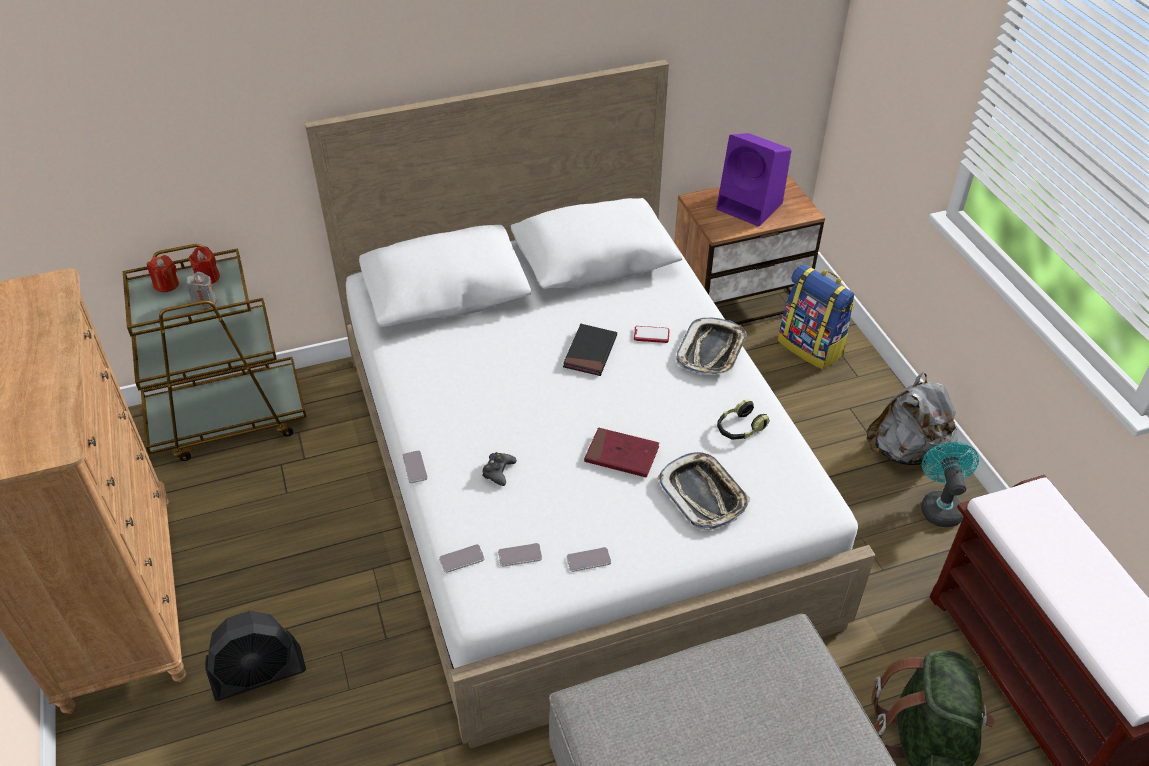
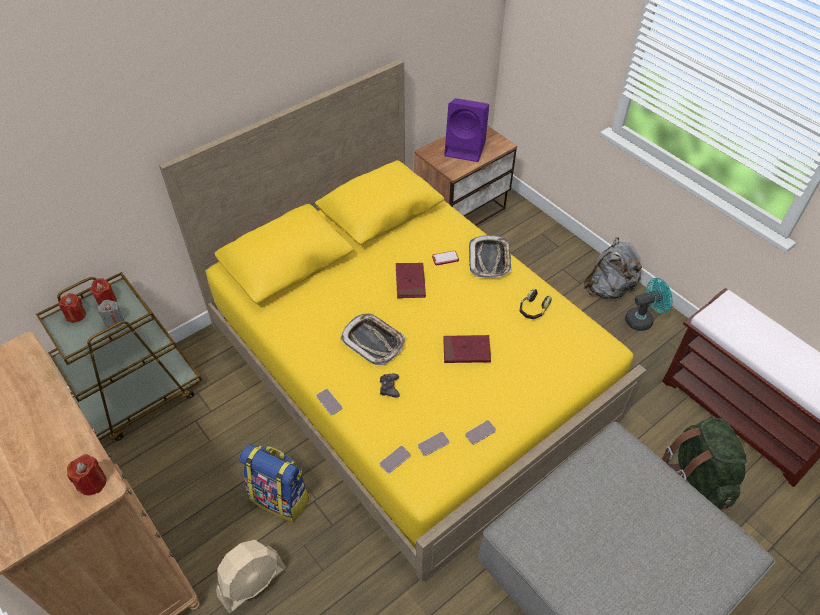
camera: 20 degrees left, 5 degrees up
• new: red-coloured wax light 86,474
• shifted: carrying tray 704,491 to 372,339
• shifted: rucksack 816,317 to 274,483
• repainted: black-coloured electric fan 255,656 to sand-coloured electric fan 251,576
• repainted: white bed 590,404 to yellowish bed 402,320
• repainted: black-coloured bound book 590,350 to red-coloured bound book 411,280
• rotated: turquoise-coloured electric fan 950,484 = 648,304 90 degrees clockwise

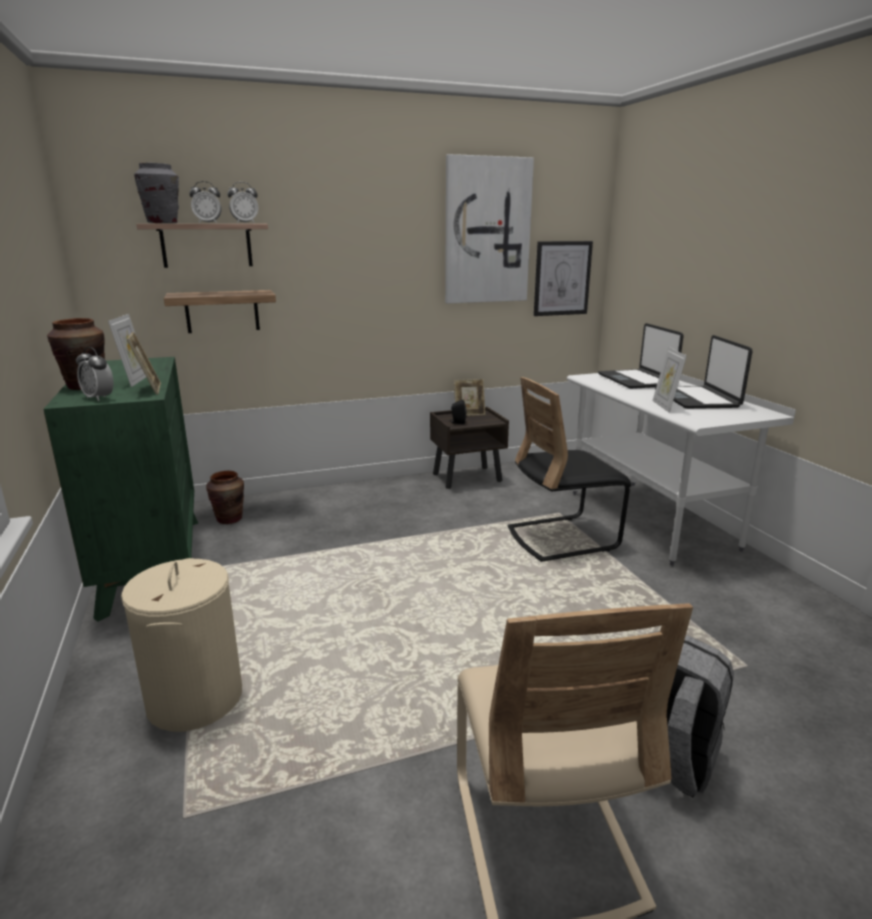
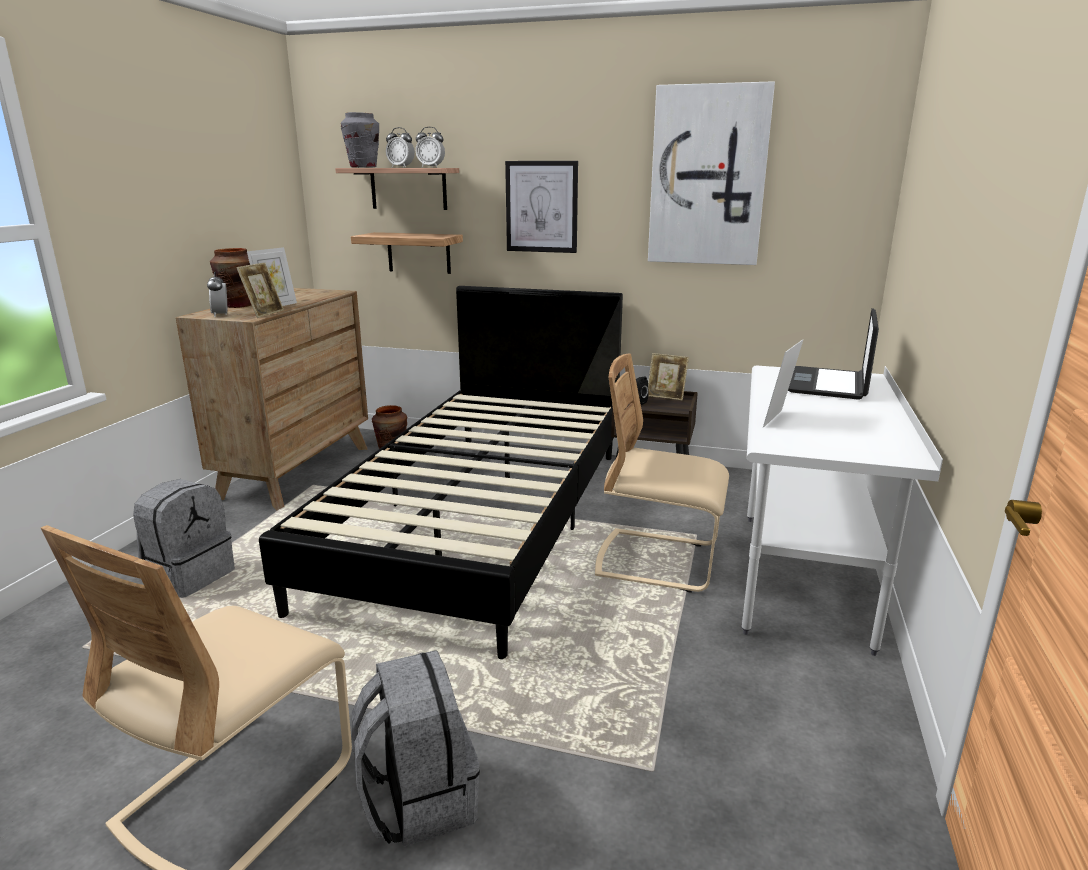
camera: 35 degrees right, 0 degrees up
• gone: portable computer 704,372
• new: black-coloured bed 441,472
• shifted: wall picture 563,278 to 541,207
• swapped: sand-coloured washing basket 181,645 to gray rucksack 184,538
• repainted: greenish dresser 121,489 to brownish dresser 272,399
• repainted: black-coloured upright chair 569,469 to sand-coloured upright chair 662,473

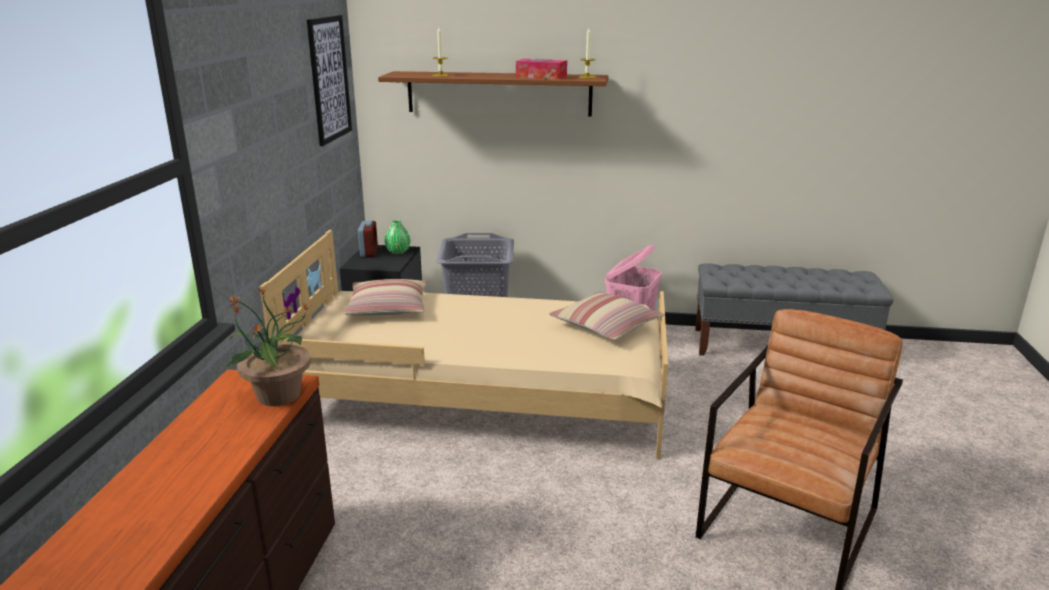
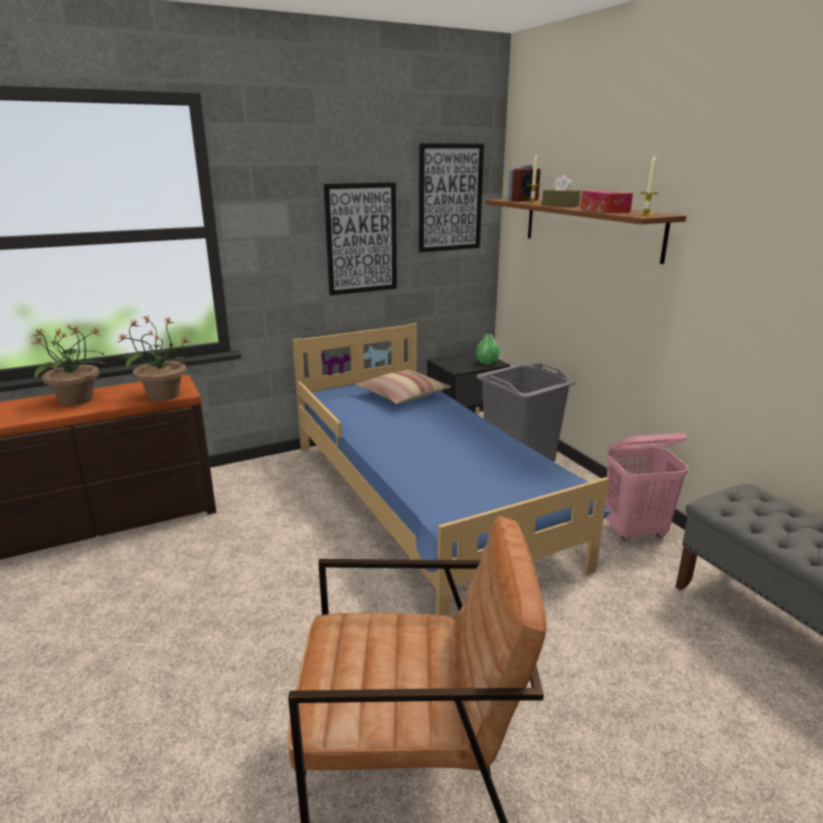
camera: 55 degrees right, 0 degrees up
• gone: pillow 607,315
• new: plant in a pot 68,365
• new: wall picture 360,238
• new: brownish tissue box 561,191
• shifted: alarm clock 368,239 to 524,183
• repainted: sand-coloured bed 464,344 to blue bed 451,469

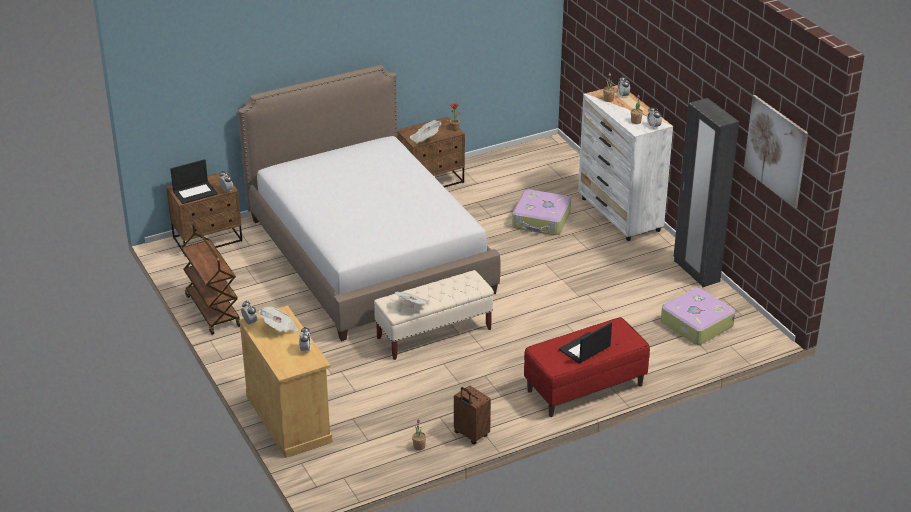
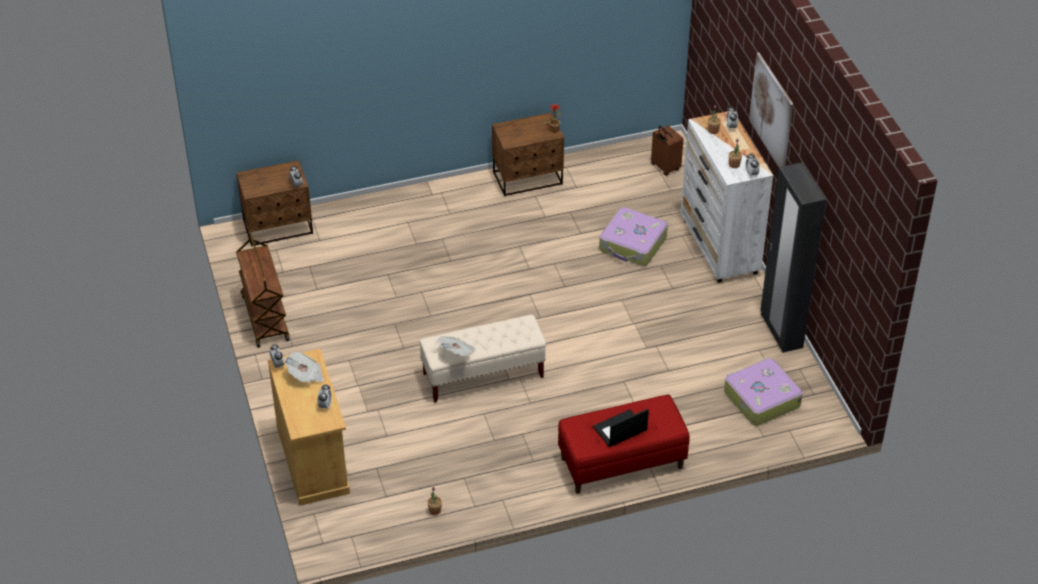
camera: 10 degrees right, 10 degrees up
• gone: portable computer 194,181
• gone: bed 369,203
• gone: daily paper 425,132
• shifted: brownish piece of luggage 472,414 to 667,150
• shifted: wall picture 776,151 to 771,110

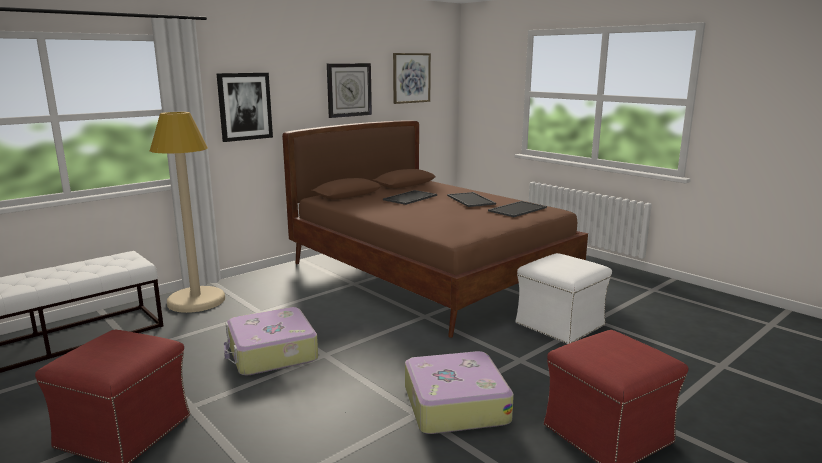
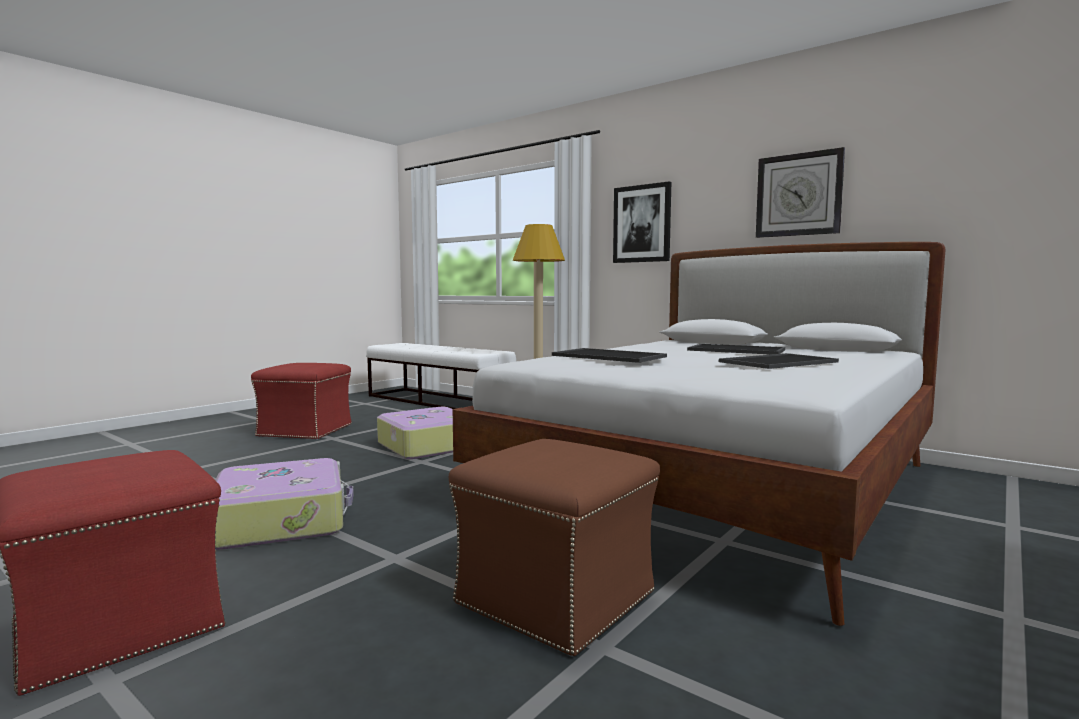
camera: 80 degrees right, 10 degrees down
• gone: wall picture 412,78
• shifted: carrying tray 517,209 to 609,355
• repainted: brownish bed 435,229 to white bed 699,434
• repainted: white footrest 563,298 to brownish footrest 554,547

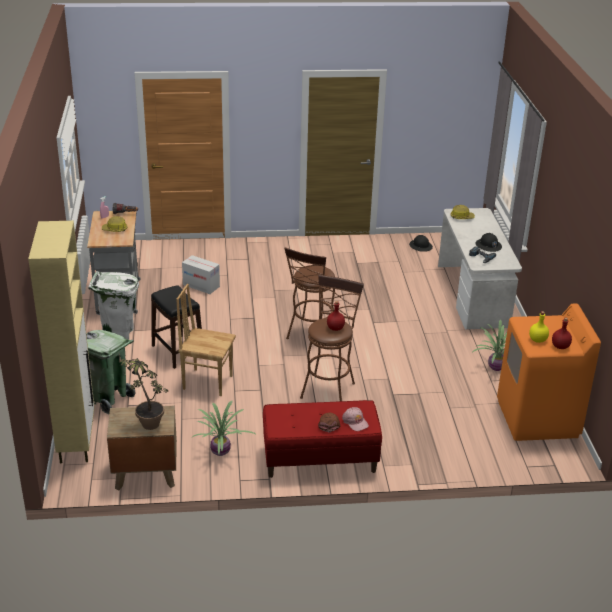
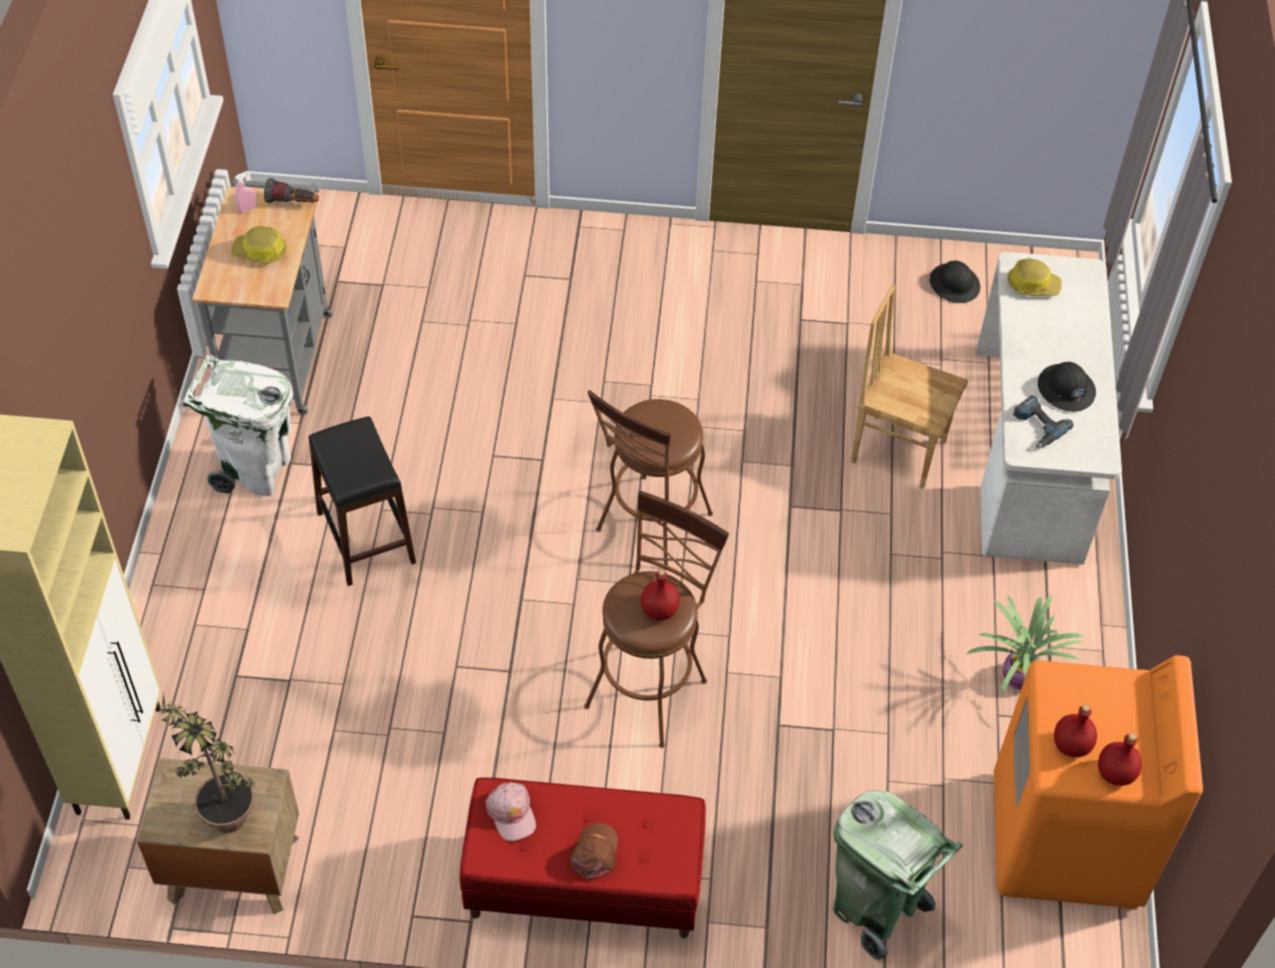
camera: 10 degrees right, 20 degrees up
• gone: carton 201,274
• gone: plant in a pot 224,428
• shifted: greenish waste bin 111,372 to 898,876
• shifted: brownish upright chair 206,340 to 909,386
• shifted: pinkish cap 355,419 to 511,811
• repainted: yellowish beverage bottle 539,327 to red-coloured beverage bottle 1075,730

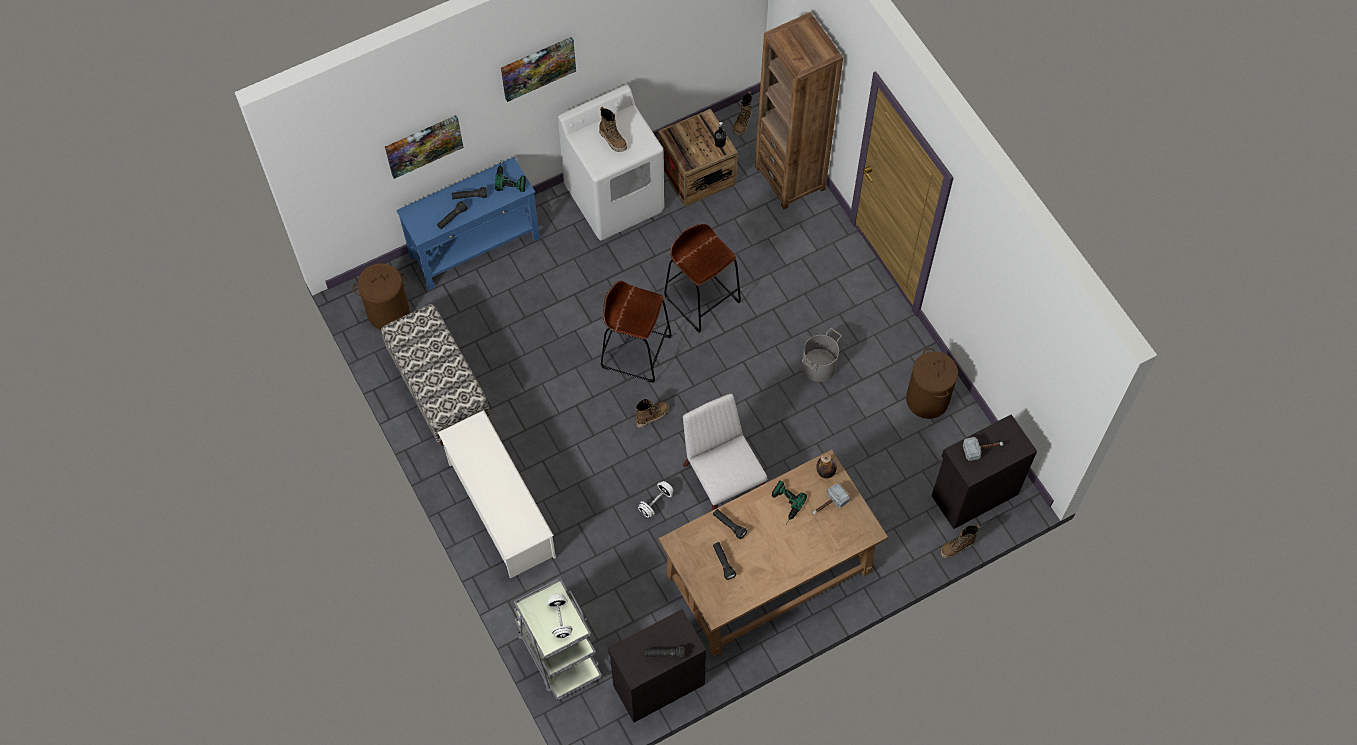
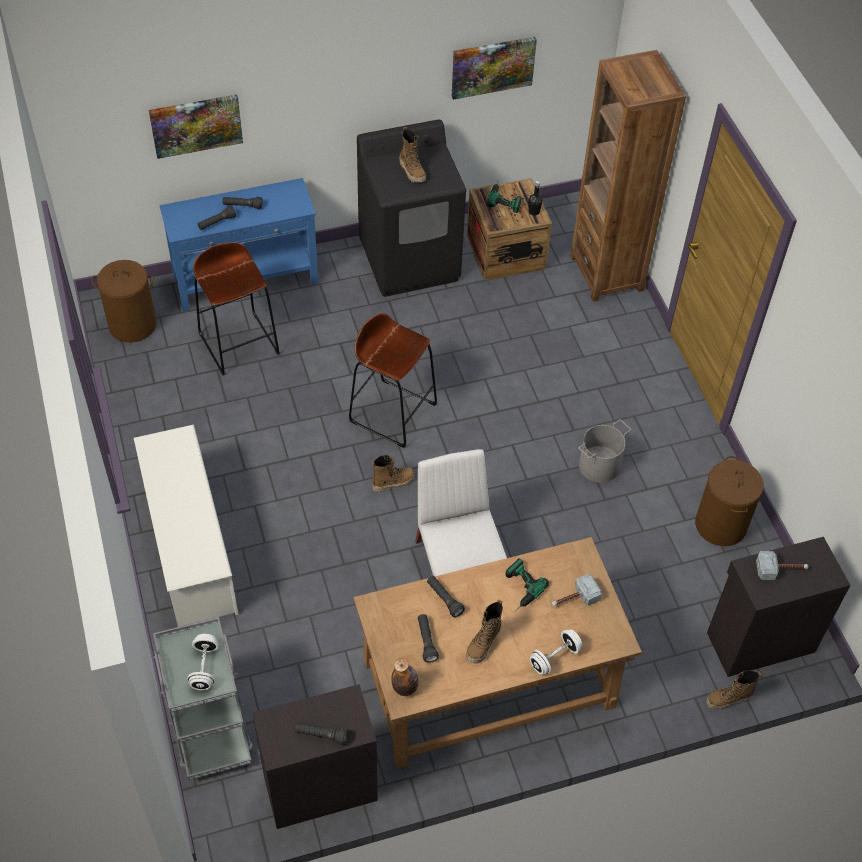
camera: 10 degrees right, 10 degrees down
• gone: long seat 436,375
• shifted: power drill 510,178 to 504,197
• shifted: wall picture 538,69 to 494,68
• shifted: white dumbbell 656,499 to 556,652
• shifted: brownish sitting stool 702,277 to 236,308
• shifted: high-top boot 742,113 to 484,631
• shifted: beverage bottle 826,465 to 405,677
• repainted: white washing machine 611,162 to black-coloured washing machine 411,208

